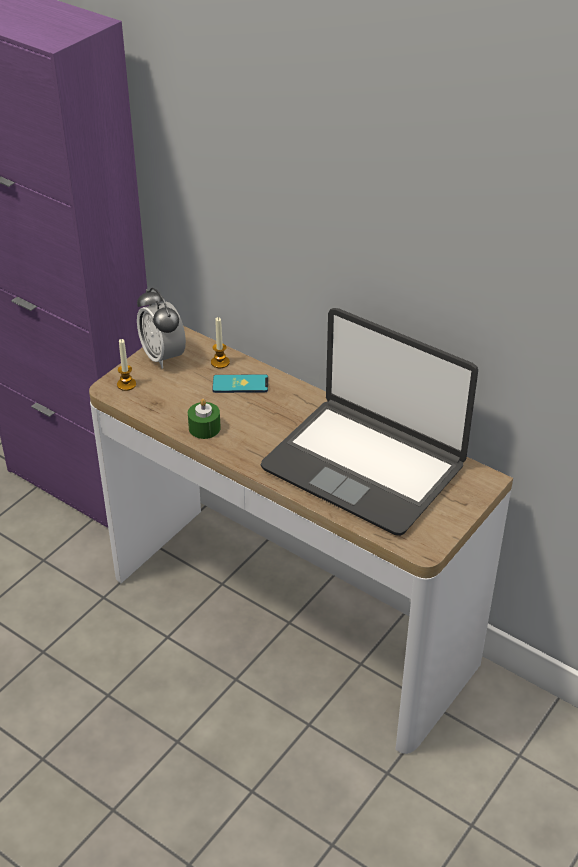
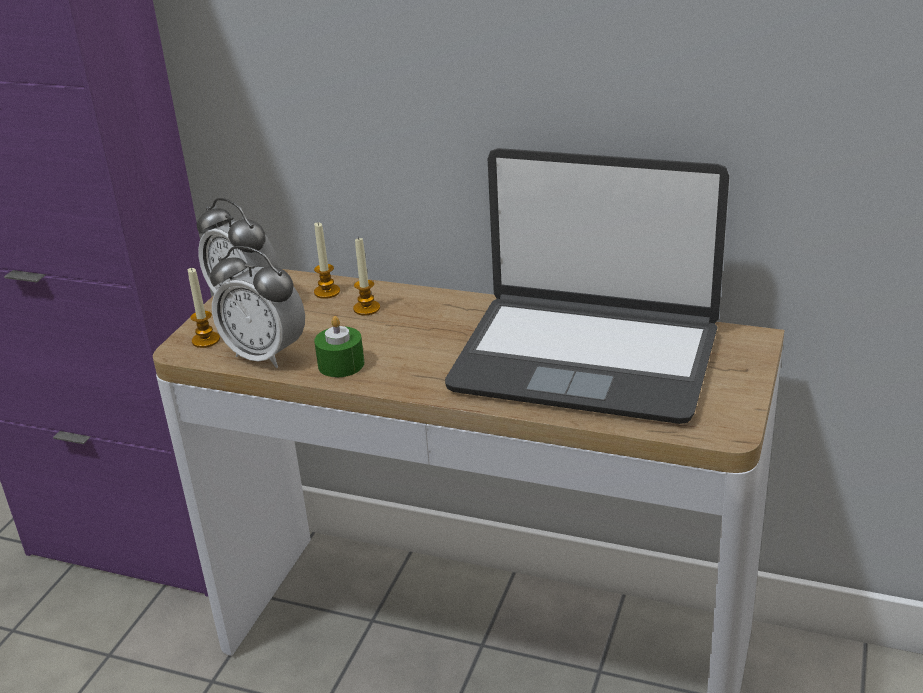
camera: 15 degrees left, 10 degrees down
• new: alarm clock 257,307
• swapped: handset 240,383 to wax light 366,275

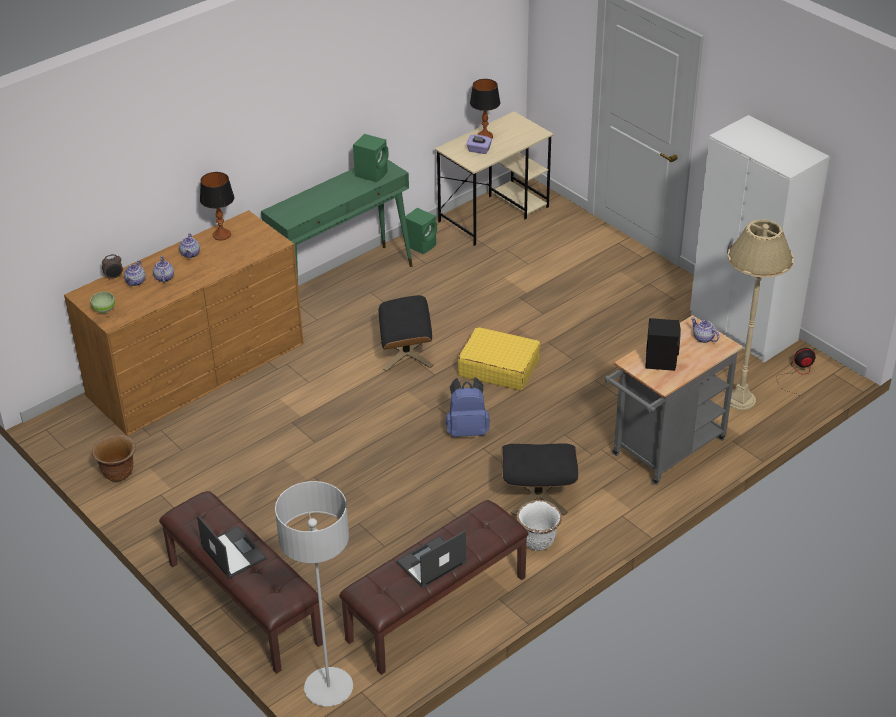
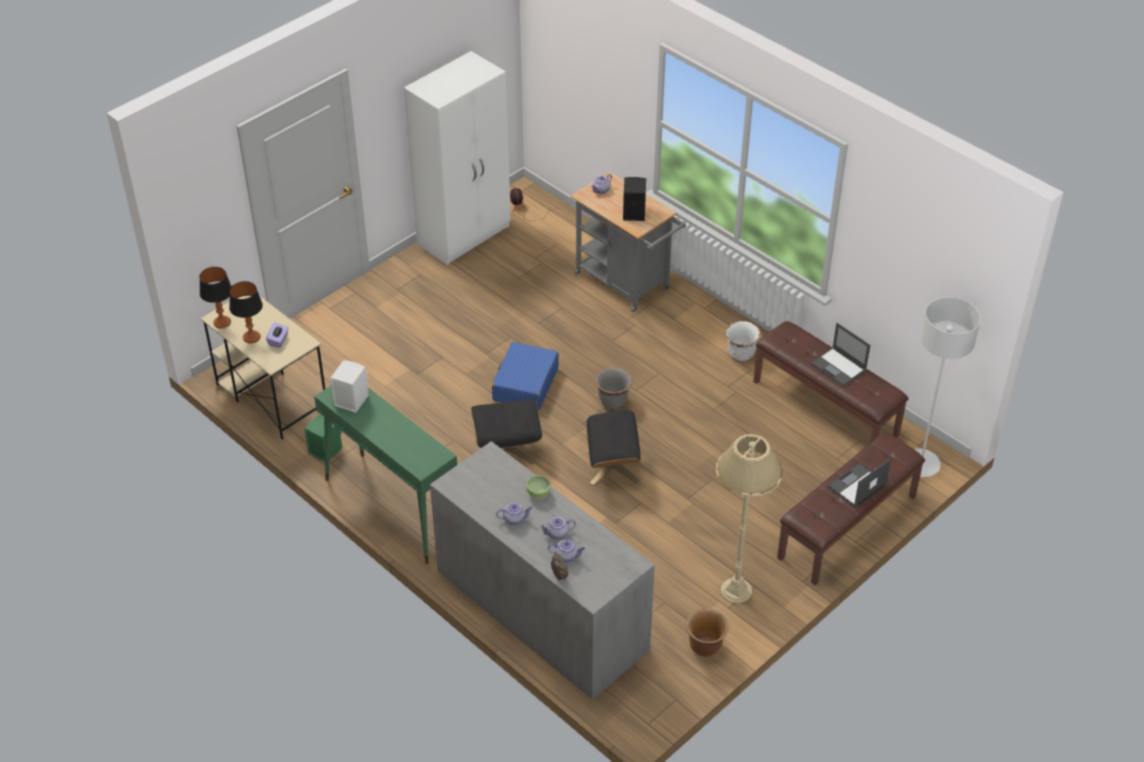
camera: 95 degrees left, 5 degrees up
• shifted: greenish serving bowl 102,302 to 538,486
• shifted: table lamp 217,206 to 216,298
• shifted: black-coloured footrest 540,479 to 613,448
• shifted: sand-coloured standard lamp 760,314 to 749,518
• swapped: blue rucksack 468,407 to gray plant pot 614,388
• repainted: brownish dresser 184,323 to gray dresser 542,570
• repainted: greenish loudspeaker 371,158 to white loudspeaker 350,386
• repainted: yellowish piece of luggage 499,359 to blue piece of luggage 525,376

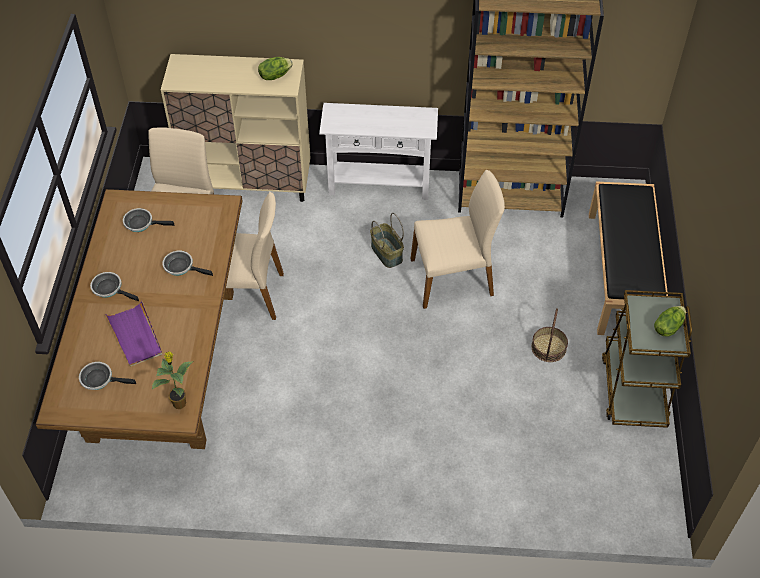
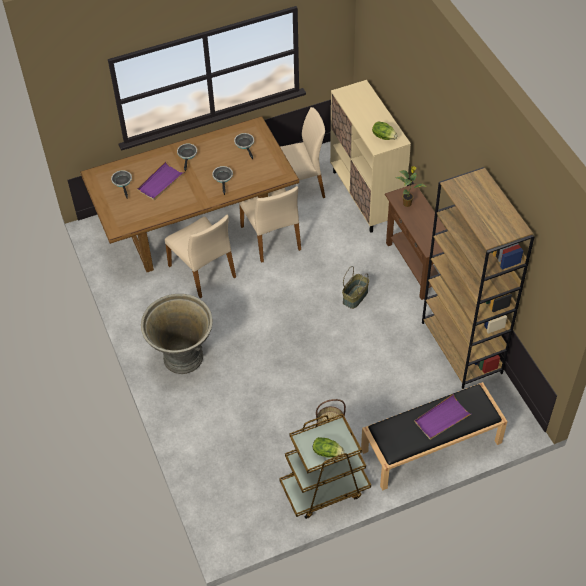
camera: 65 degrees right, 0 degrees up
• new: gray plant pot 177,334
• new: purplish carrying tray 442,417
• shifted: plant in a pot 172,380 to 411,186
• shifted: sand-coloured upright chair 458,239 to 200,256
• repainted: white hall table 378,151 to brownish hall table 415,241

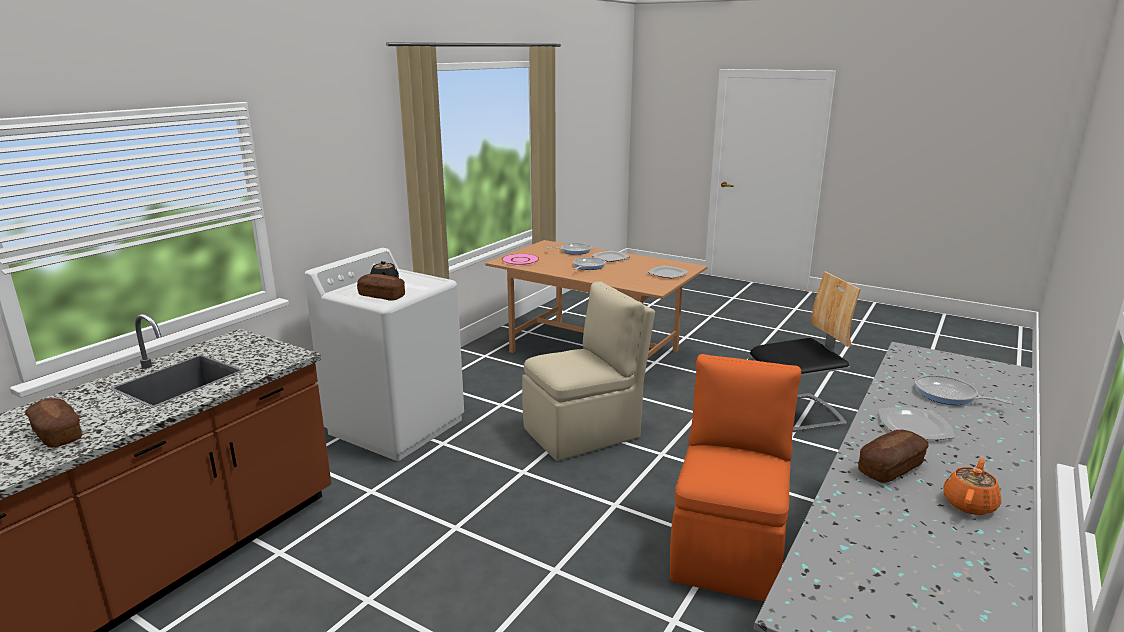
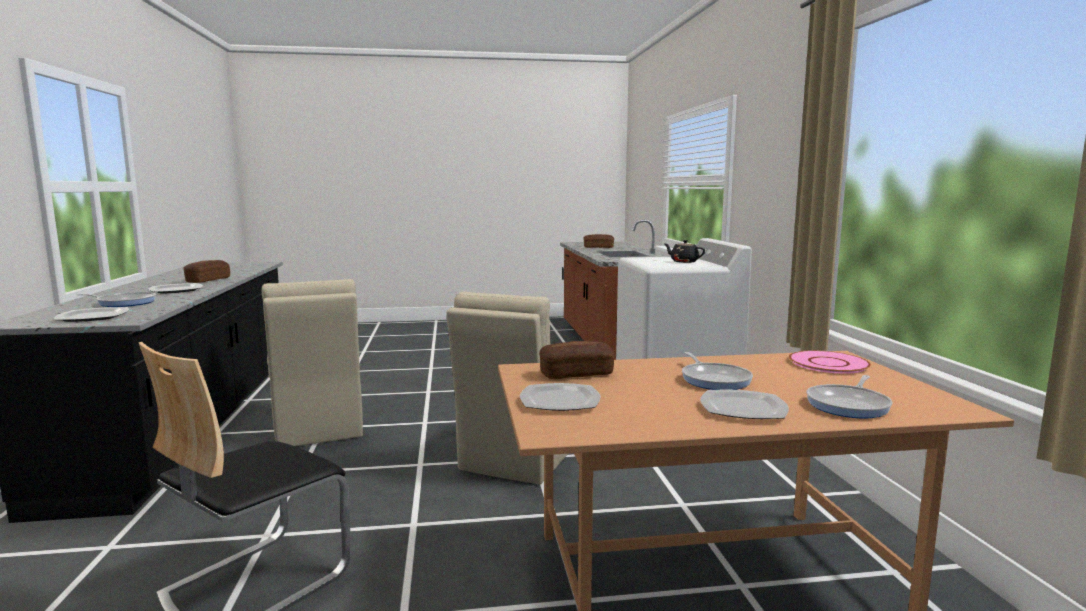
camera: 140 degrees right, 10 degrees down
• gone: orangey tea pot 972,486
• new: dinner plate 91,314
• shifted: baked bread 381,287 to 577,360
• repainted: orangey upright chair 735,477 to sand-coloured upright chair 312,362

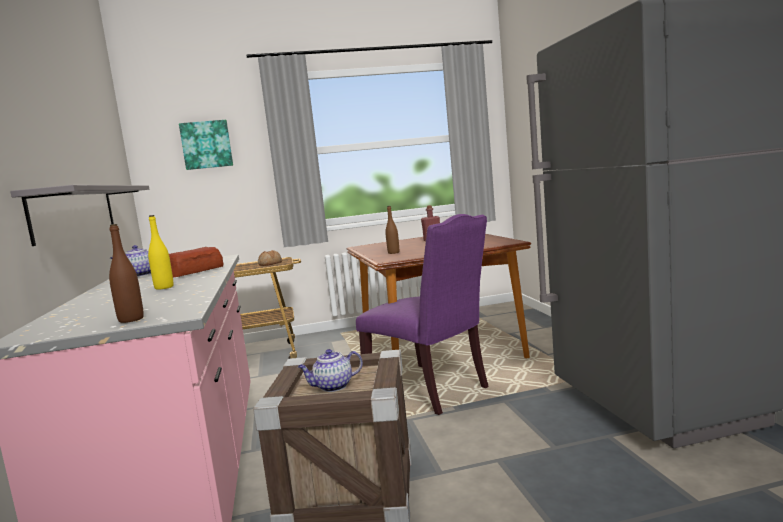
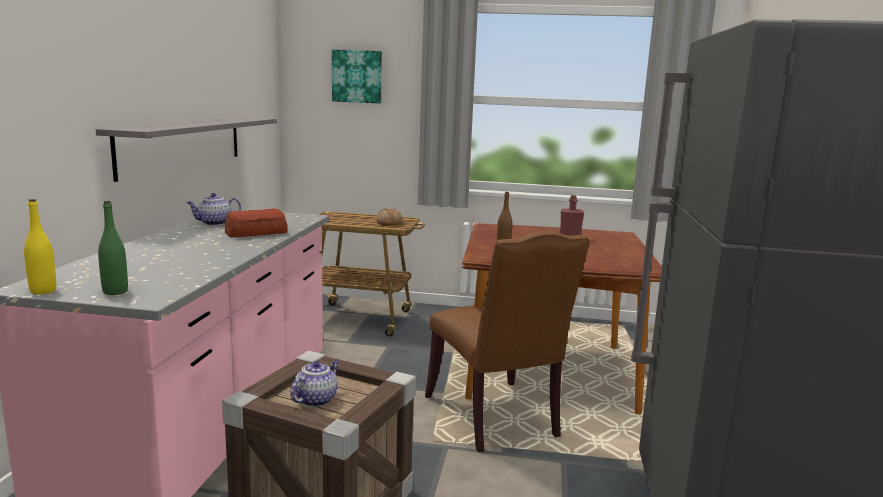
camera: 20 degrees right, 5 degrees up
• shifted: yellowish beverage bottle 160,252 to 40,246
• repainted: brownish beverage bottle 126,273 to greenish beverage bottle 113,248
• repainted: purplish upright chair 422,314 to brownish upright chair 507,341
• rotated: tea pot 330,370 = 314,383 120 degrees clockwise

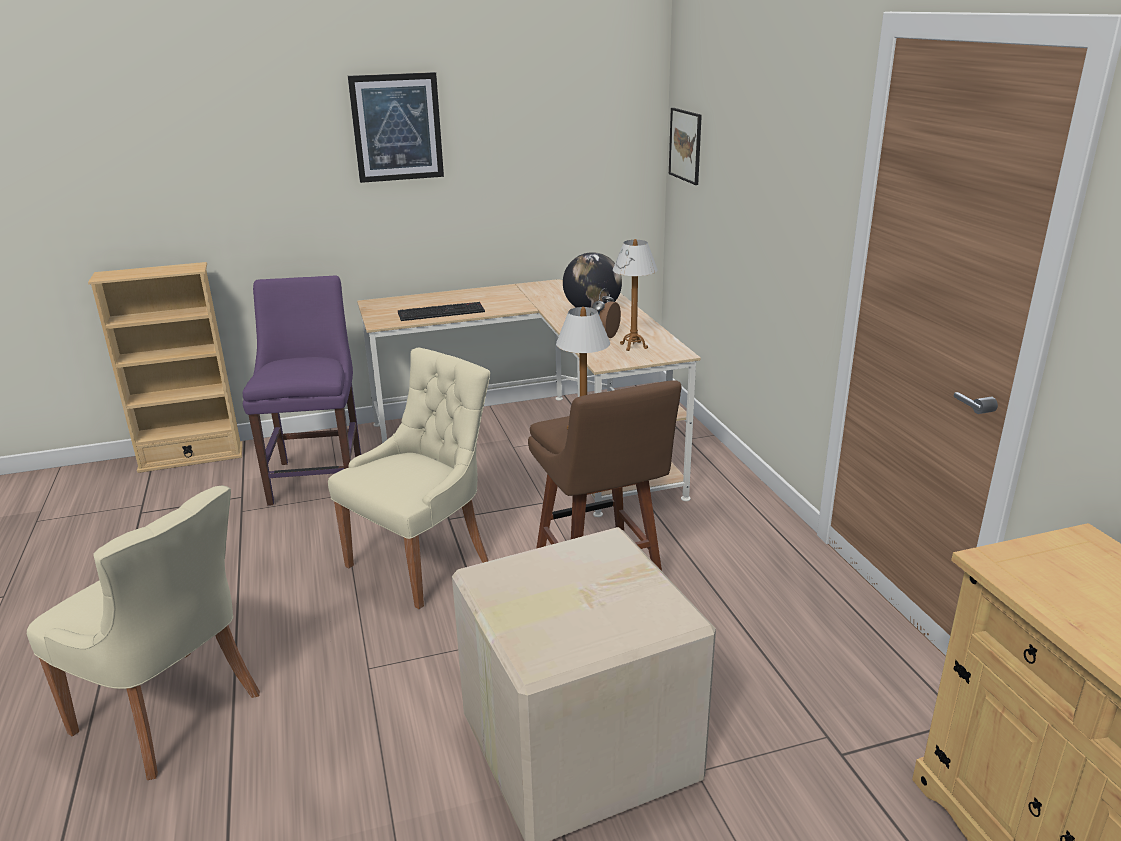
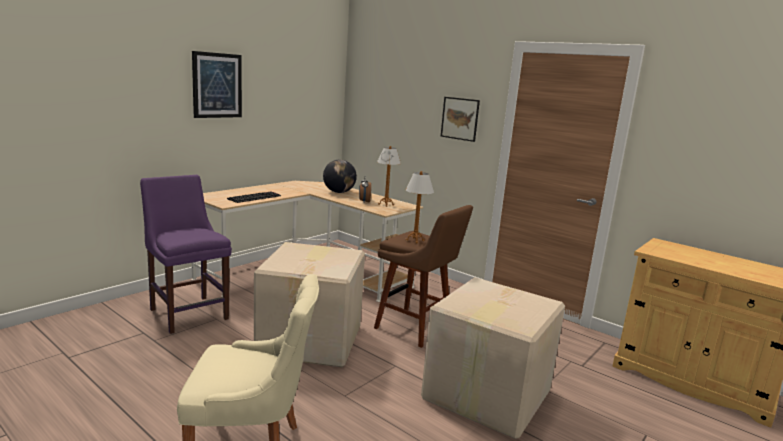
camera: 35 degrees left, 10 degrees down
• gone: sand-coloured shelving unit 165,367
• shifted: wall picture 685,146 to 460,119
• swapped: sand-coloured upright chair 409,478 to carton 309,304

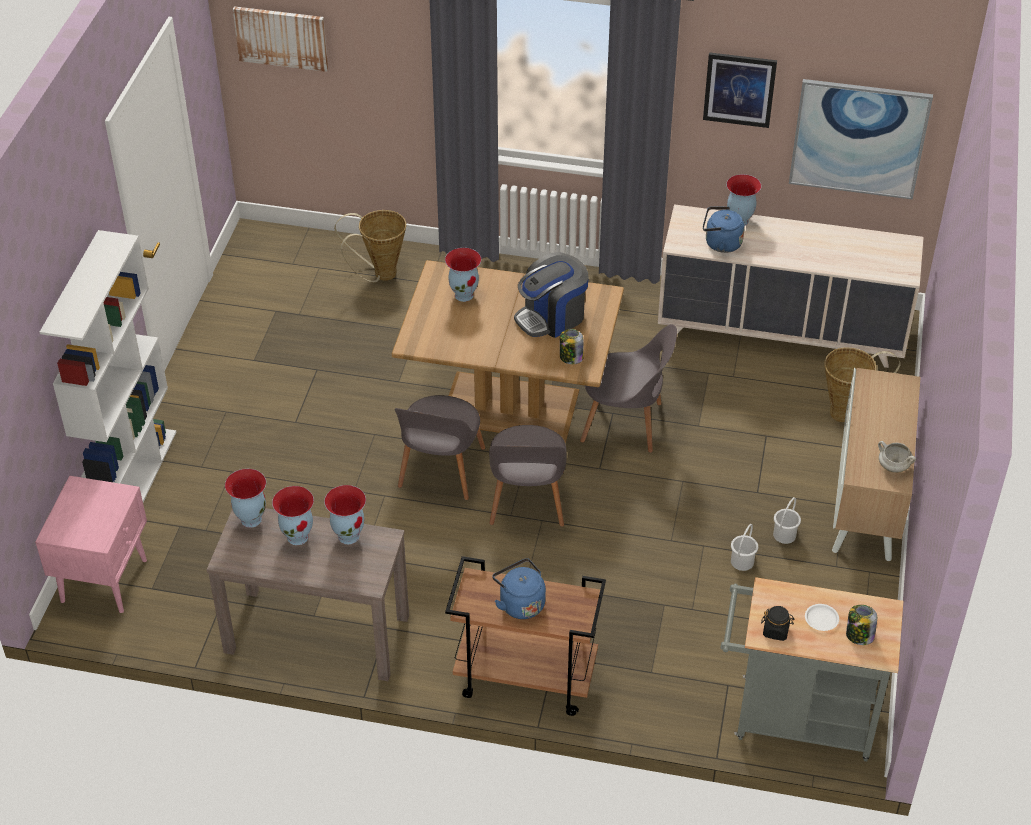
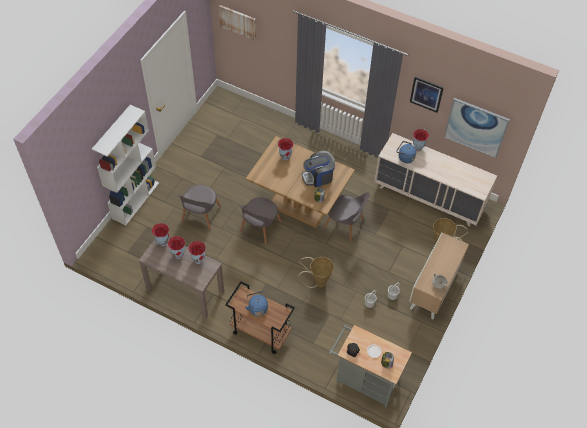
camera: 15 degrees right, 10 degrees up
• gone: pinkish night table 91,544
• shifted: basket 370,246 to 316,272
• shifted: gray upright chair 528,476 to 199,208

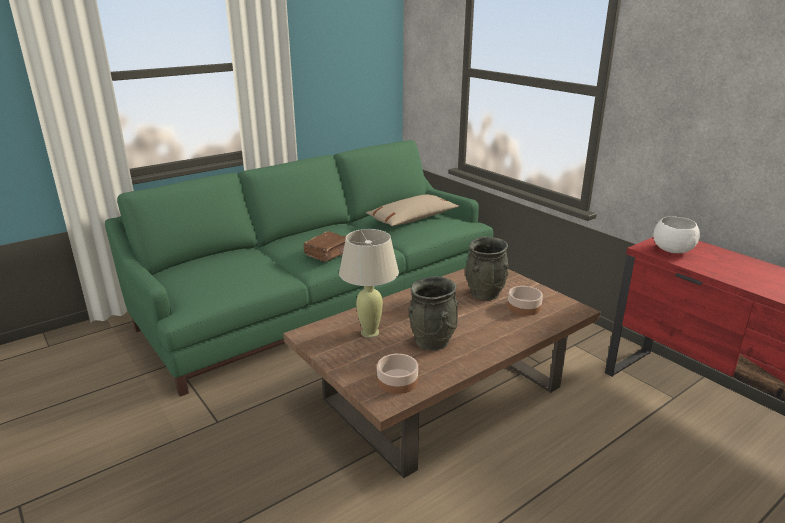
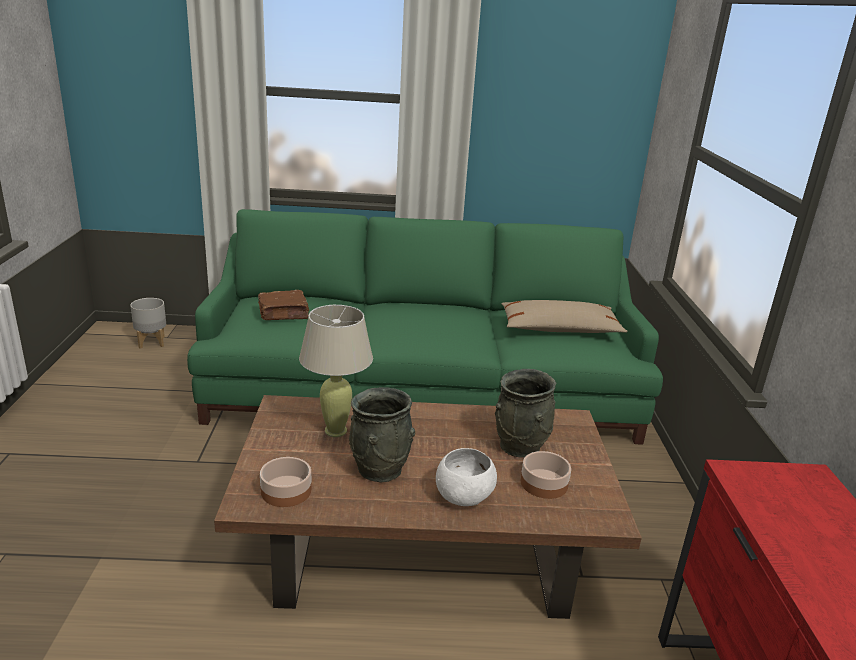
camera: 35 degrees right, 0 degrees up
• new: gray plant pot 148,323
• shifted: brownish bound book 324,246 to 283,305
• shifted: white serving bowl 676,234 to 466,477

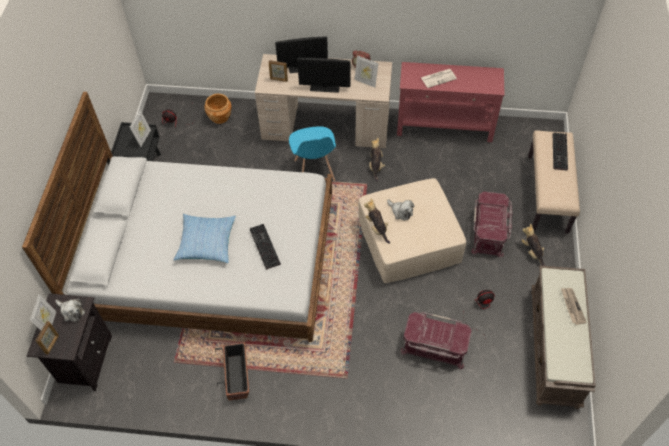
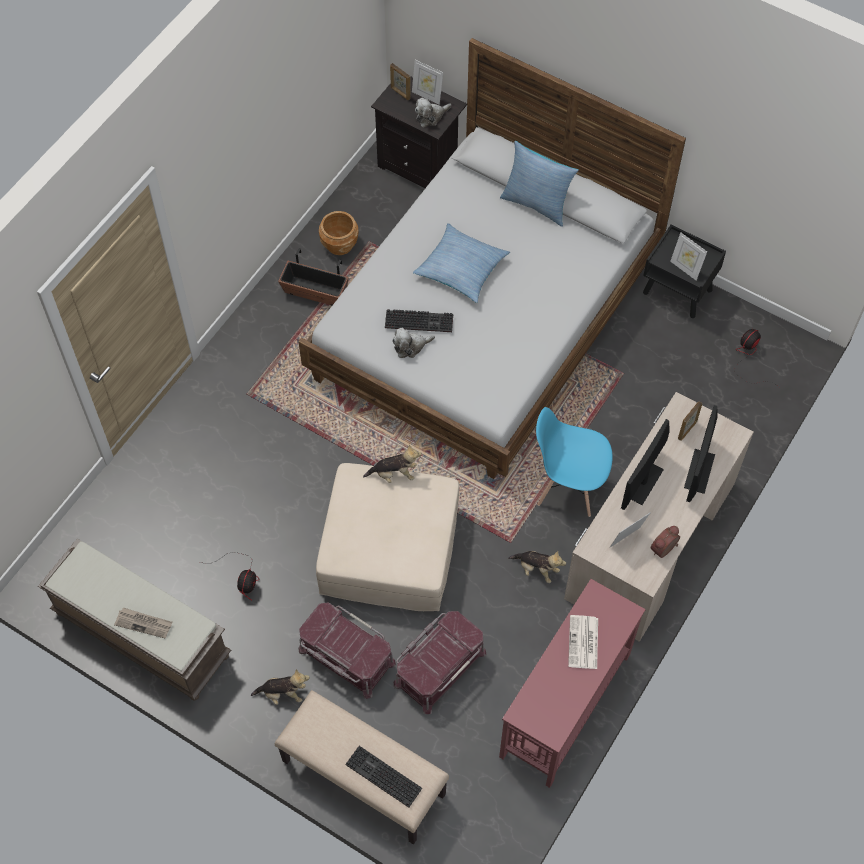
camera: 115 degrees right, 5 degrees up
• new: pillow 539,184
• shifted: brownish plant pot 217,109 to 339,233
• shifted: soft toy 400,210 to 413,342
• shifted: red-coloured storage box 436,341 to 440,662

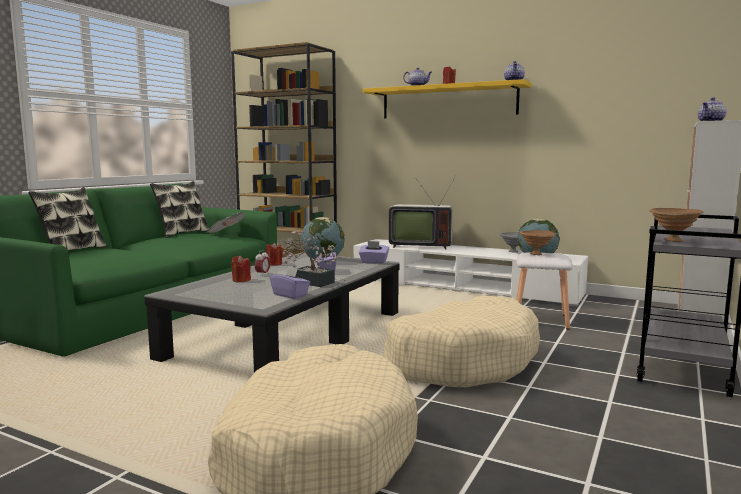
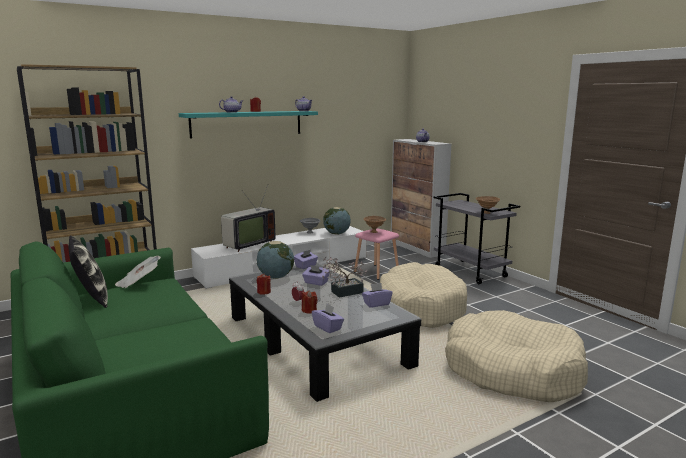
camera: 60 degrees left, 5 degrees up
• gone: pillow 67,218
• new: purplish tissue box 328,318
• repainted: yellowish wall shelf 446,98 to turquoise-coloured wall shelf 248,125
• repainted: white sitting stool 544,291 to pinkish sitting stool 376,254

